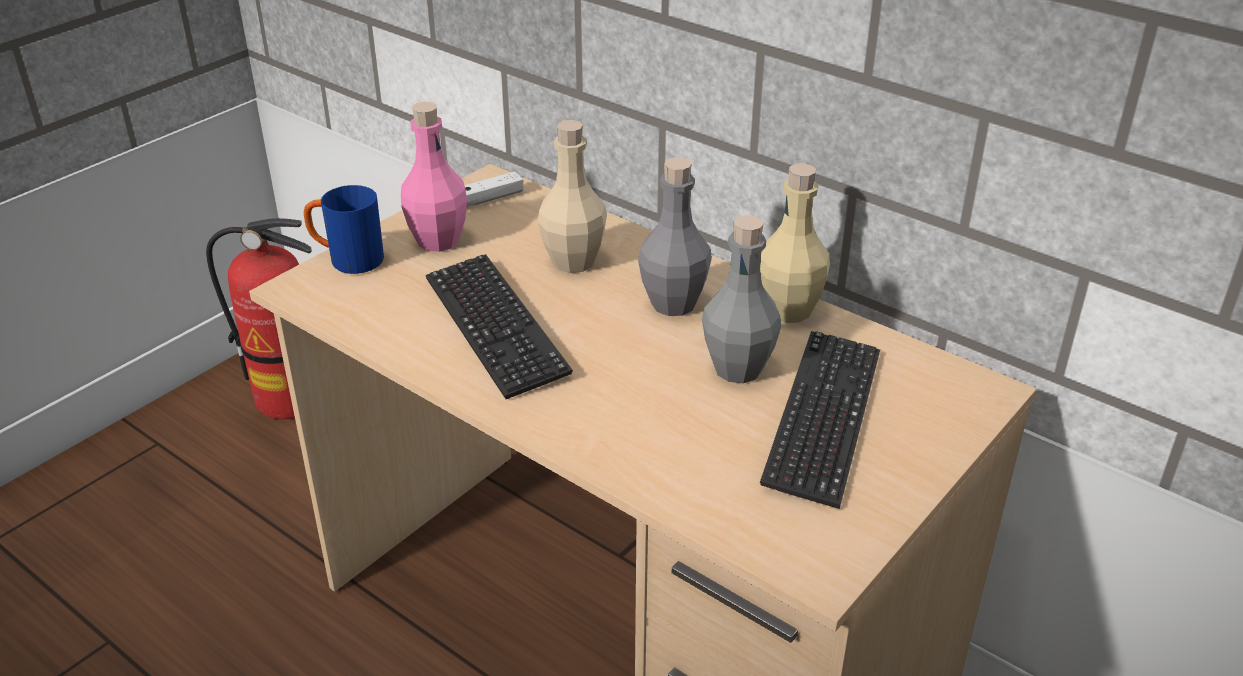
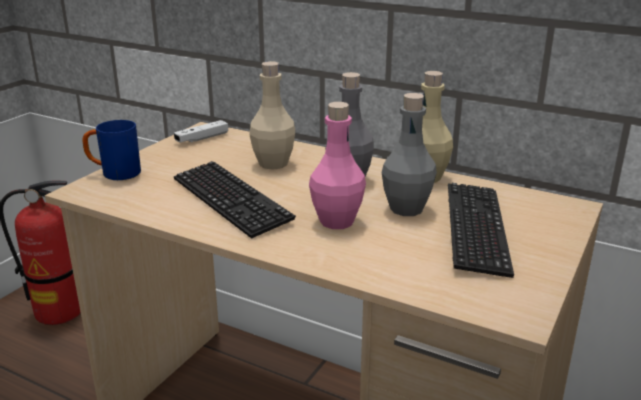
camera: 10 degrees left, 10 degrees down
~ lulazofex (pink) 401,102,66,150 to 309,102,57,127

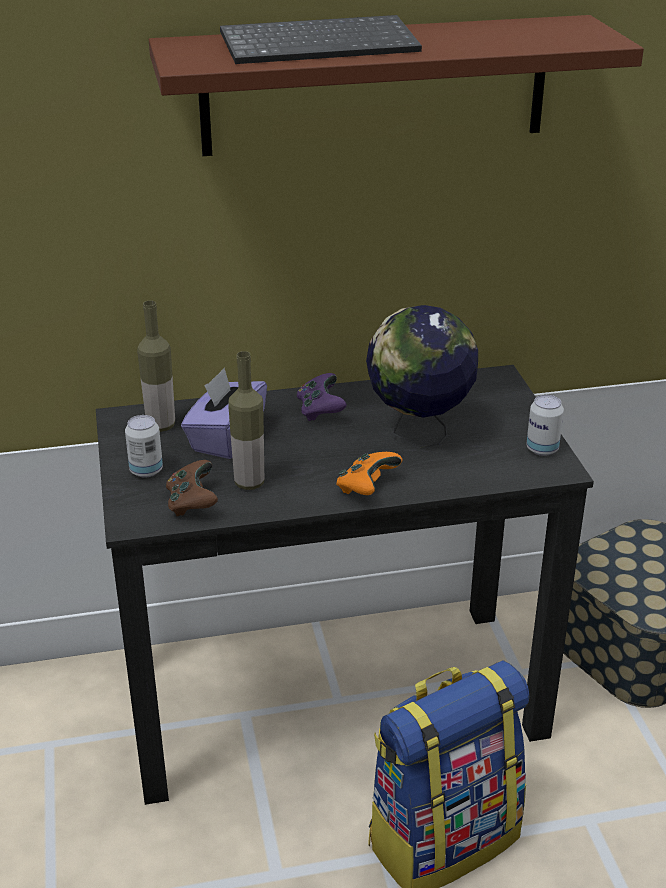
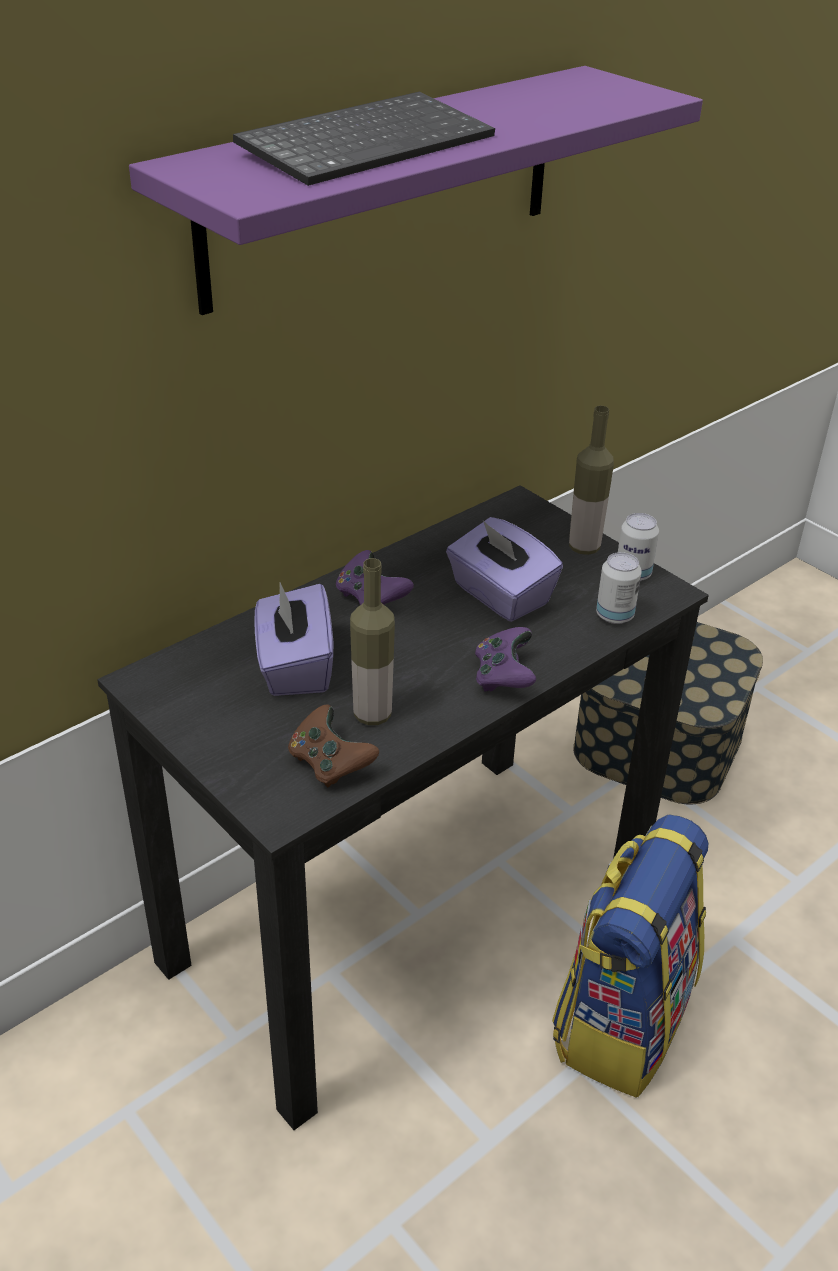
camera: 30 degrees left, 5 degrees up
~ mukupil 125,415,38,63 to 596,552,46,72
~ lulazofex 137,300,38,132 to 569,406,45,149
~ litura 366,305,112,144 to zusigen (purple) 446,517,117,105
~ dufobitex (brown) 149,15,495,141 to dufobitex (purple) 129,66,574,249
~ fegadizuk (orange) 336,452,67,43 to fegadizuk (purple) 475,627,61,65

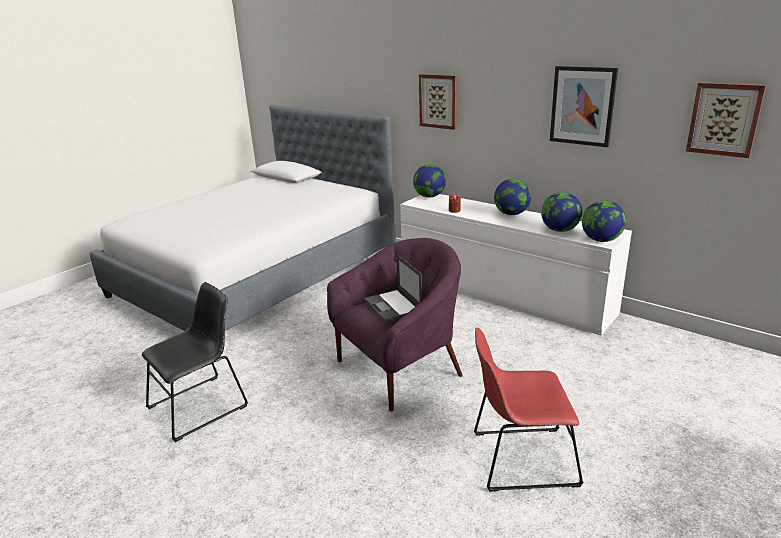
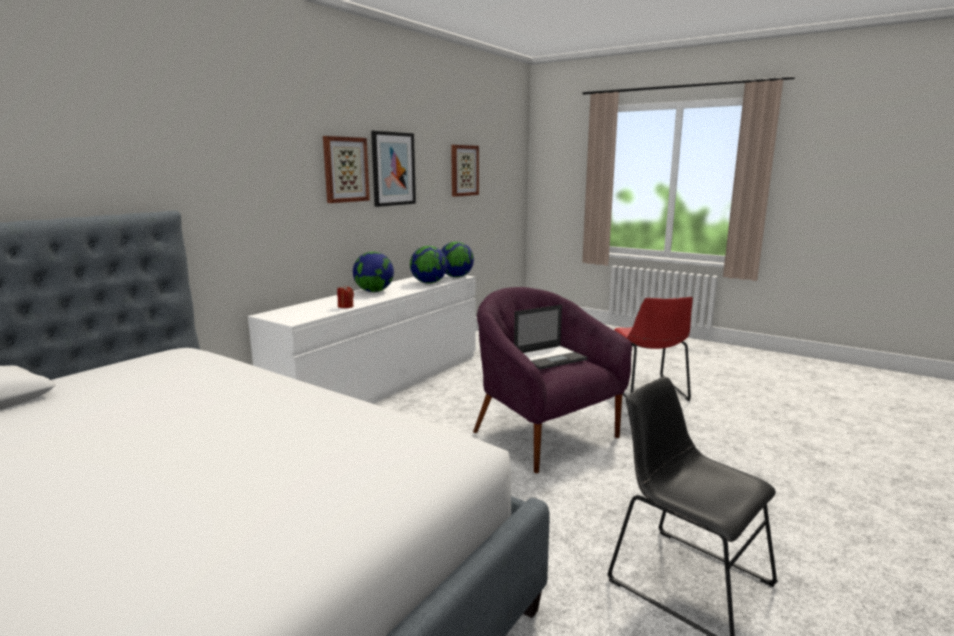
camera: 95 degrees left, 10 degrees down
- litura 413,164,33,33
~ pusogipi 419,74,39,56 to 323,136,47,67

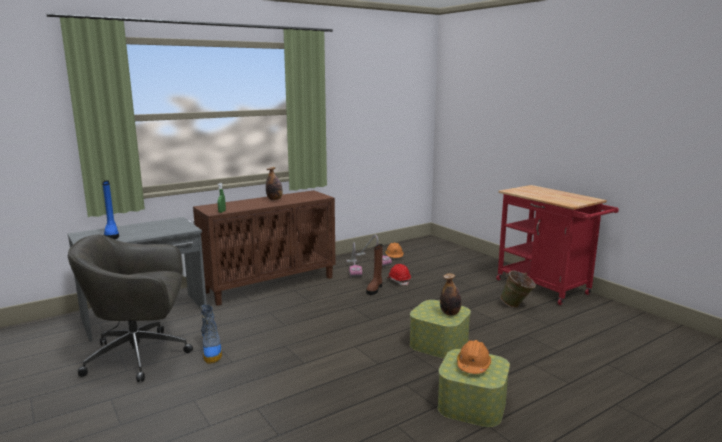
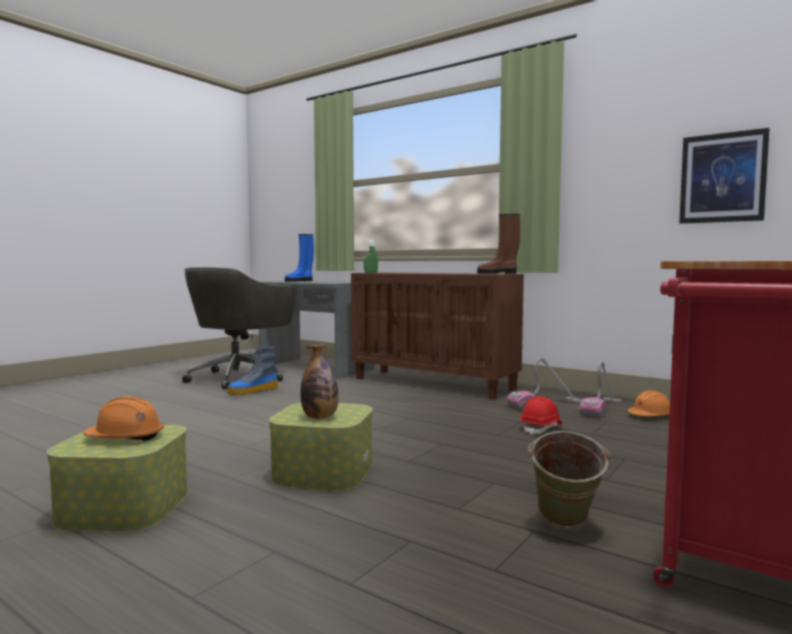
camera: 70 degrees right, 10 degrees down
- lulazofex 266,167,17,33
+ pusogipi 679,128,91,96
~ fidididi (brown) 366,244,16,51 to 477,214,43,60
~ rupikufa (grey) 68,234,125,148 = 182,267,113,122 120 degrees counterclockwise

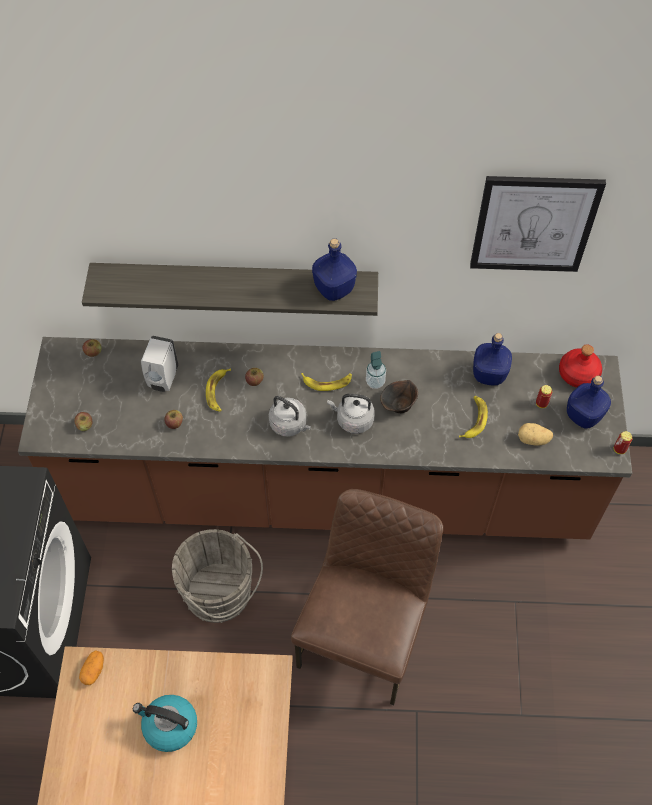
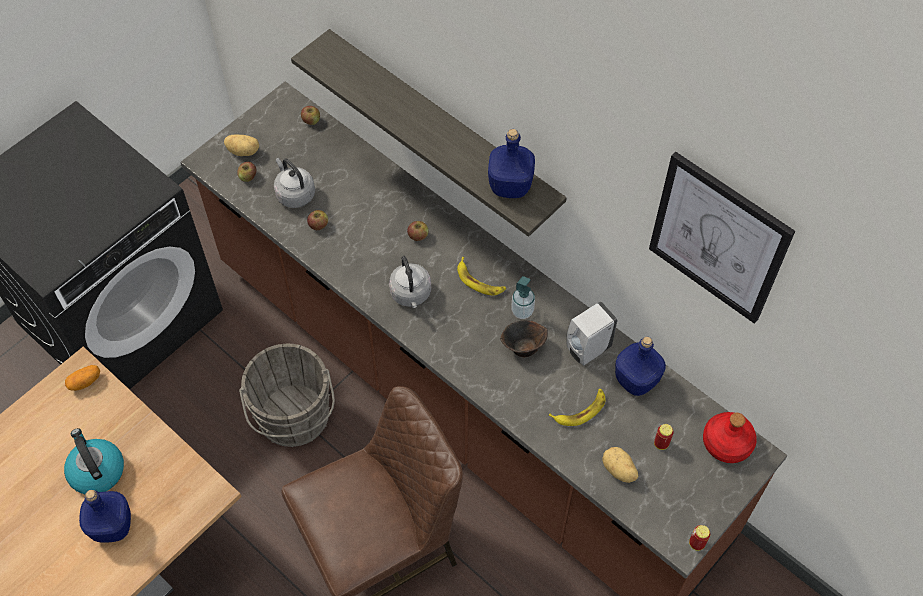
camera: 40 degrees right, 0 degrees up
- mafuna 206,368,25,44
+ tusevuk 224,135,35,21
~ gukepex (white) 141,336,37,56 to 566,302,51,64
~ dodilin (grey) 327,393,48,41 to 274,158,41,50
~ lulazofex (blue) 567,376,44,53 to 79,490,52,53

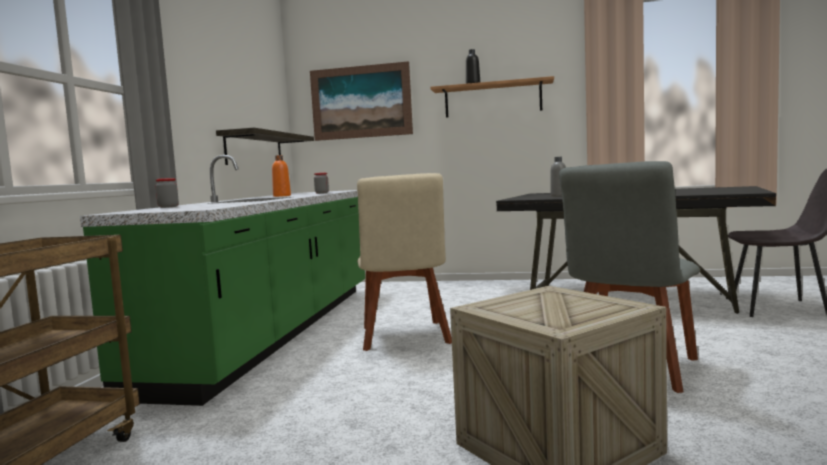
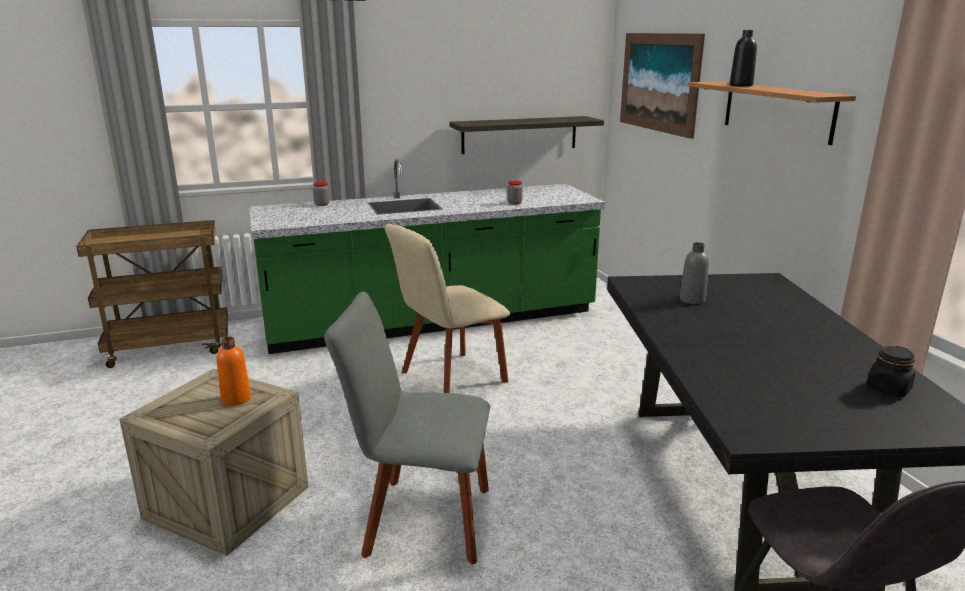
camera: 60 degrees right, 15 degrees up
+ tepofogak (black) 867,346,48,51
~ lulazofex (orange) 272,155,19,42 to 217,337,34,69

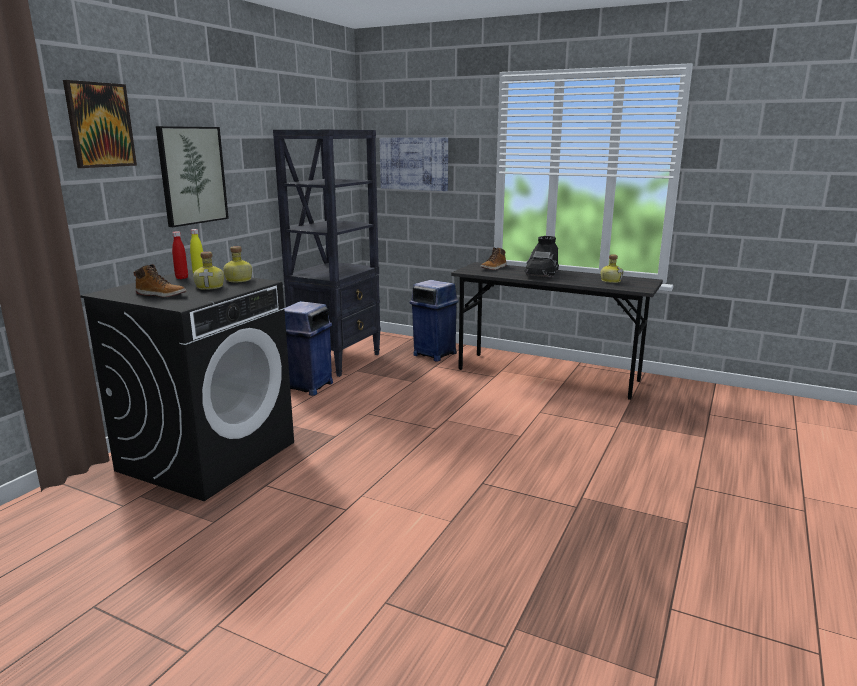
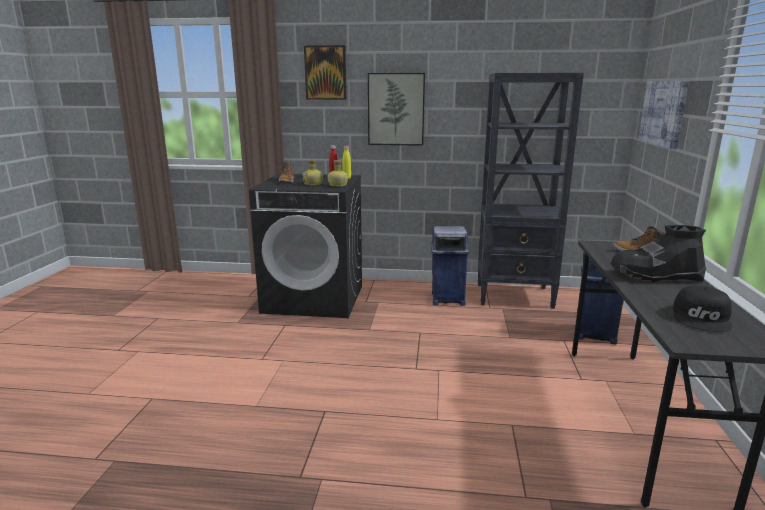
camera: 70 degrees right, 0 degrees up
~ lulazofex 601,254,23,29 to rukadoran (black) 673,286,59,46

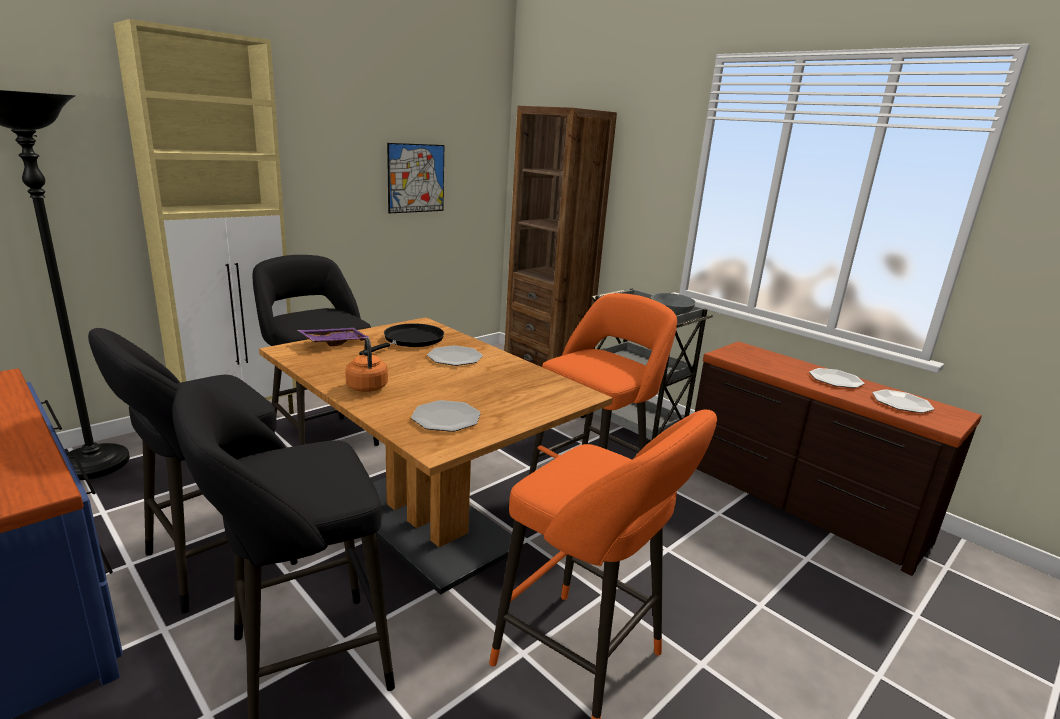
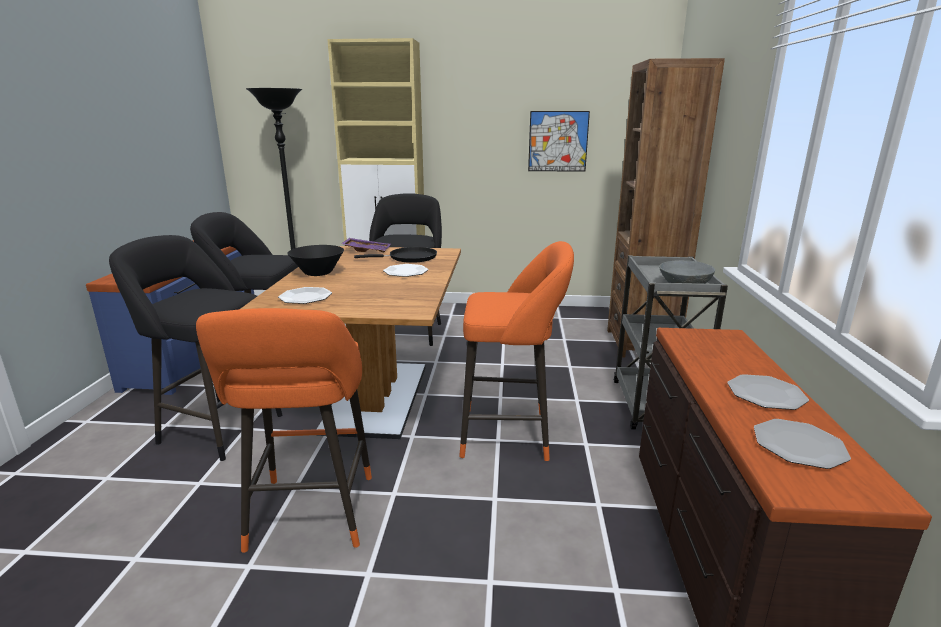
camera: 50 degrees right, 0 degrees up
~ dodilin (orange) 345,338,43,54 to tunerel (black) 287,245,57,31

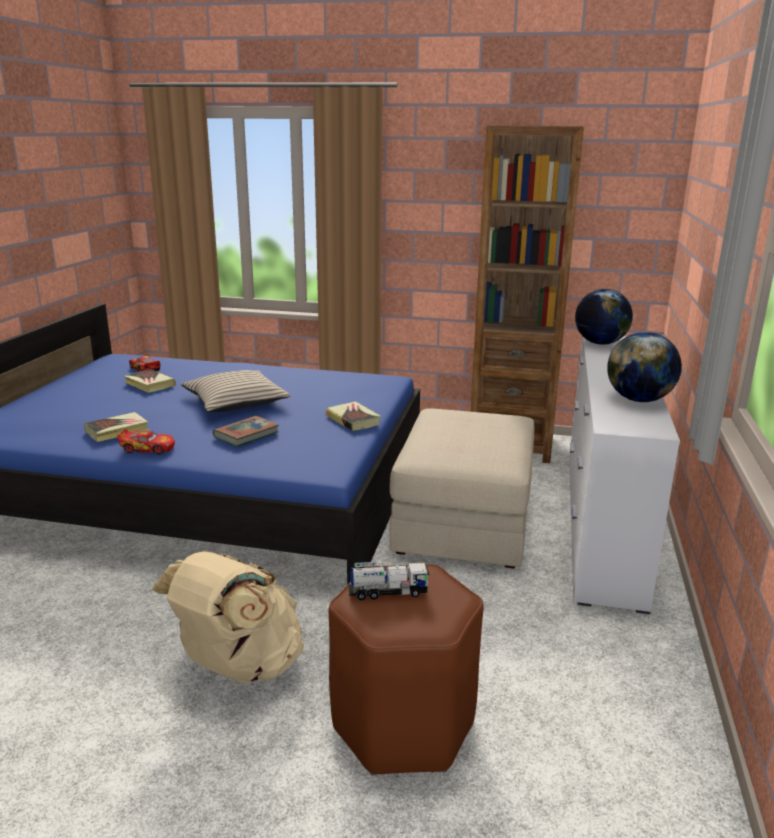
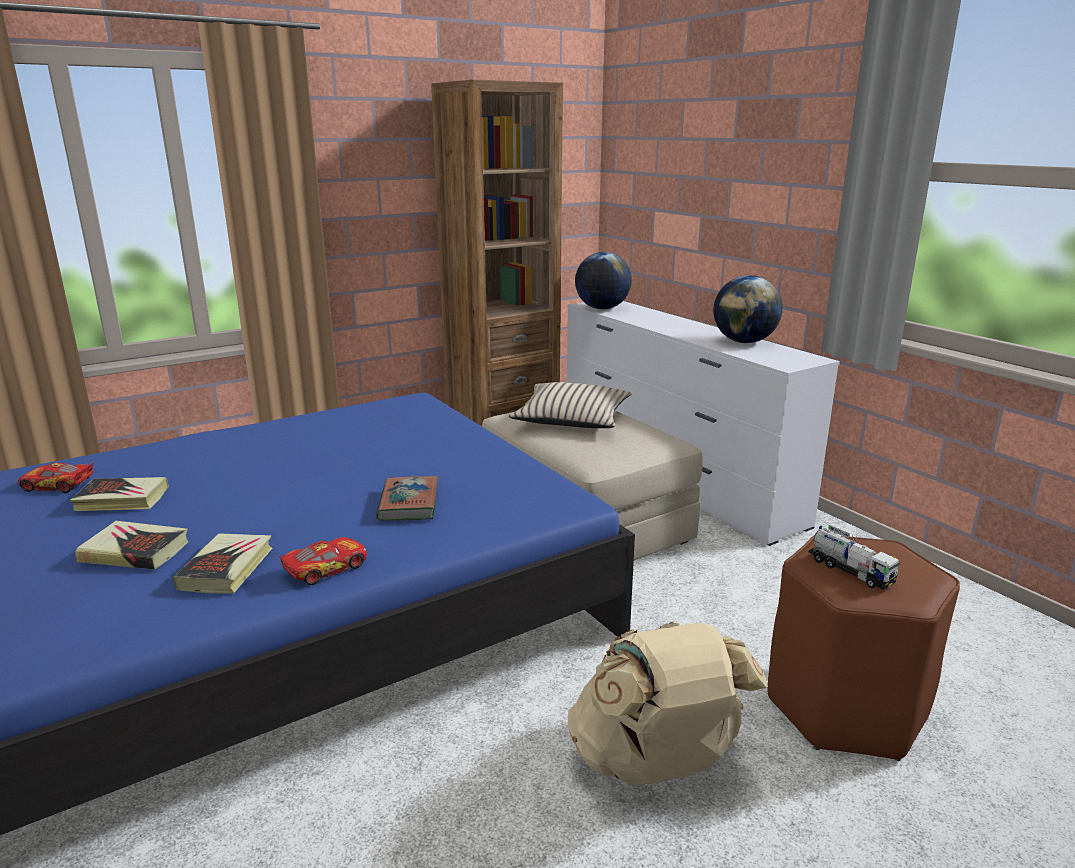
camera: 45 degrees left, 0 degrees up
~ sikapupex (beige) 181,370,110,42 to 509,382,123,46
~ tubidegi 326,401,55,30 to 75,521,113,49
~ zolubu 348,562,81,39 = 808,525,92,65 105 degrees clockwise

